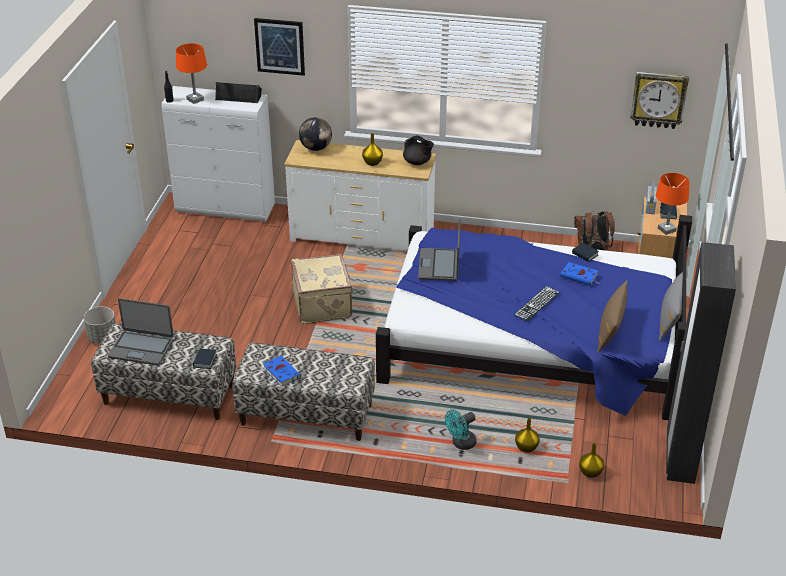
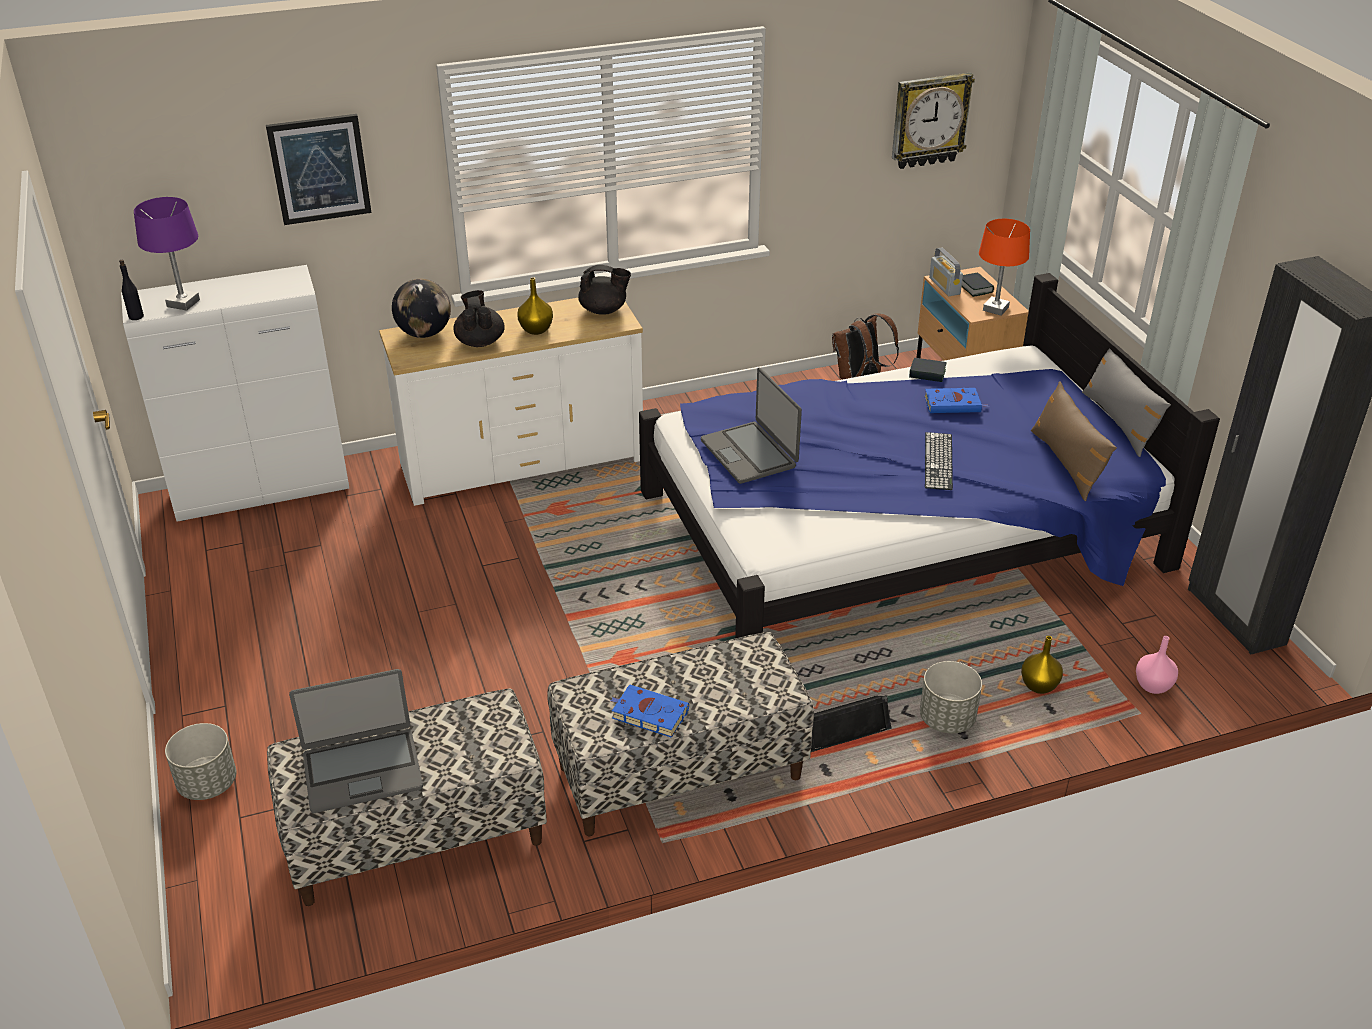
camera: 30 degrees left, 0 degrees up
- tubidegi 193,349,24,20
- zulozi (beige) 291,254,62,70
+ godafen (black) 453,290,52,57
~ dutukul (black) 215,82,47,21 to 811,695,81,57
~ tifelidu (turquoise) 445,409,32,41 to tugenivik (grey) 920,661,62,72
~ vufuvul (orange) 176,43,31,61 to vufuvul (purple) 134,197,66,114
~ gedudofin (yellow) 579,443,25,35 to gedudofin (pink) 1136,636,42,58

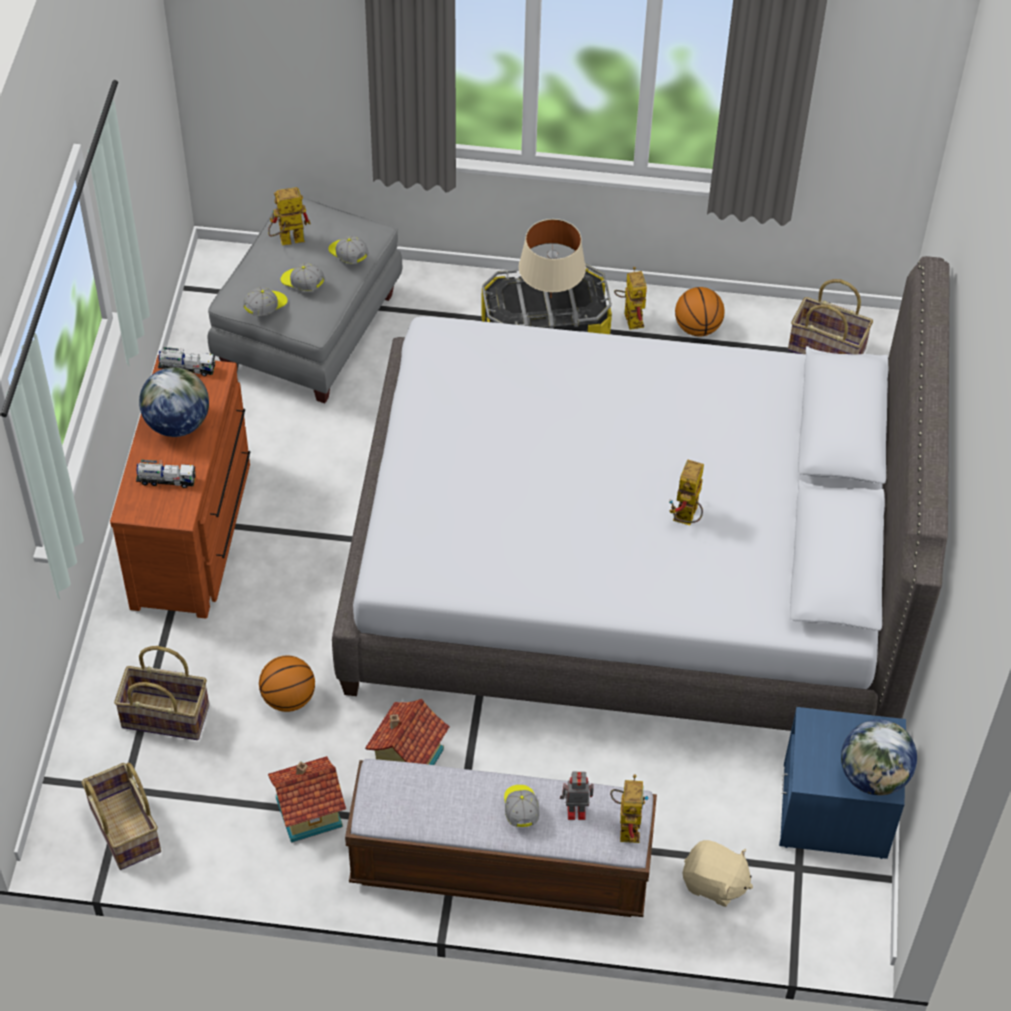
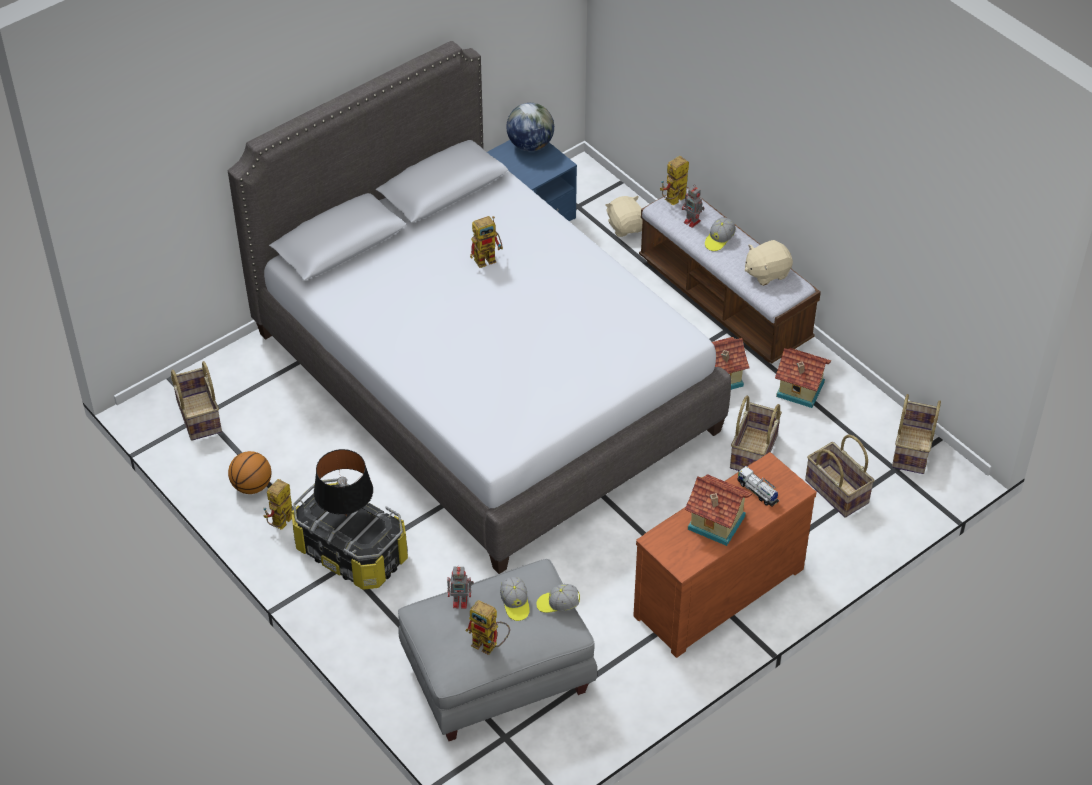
camera: 135 degrees left, 5 degrees down
- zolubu 158,347,57,29
+ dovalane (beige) 745,240,48,46
~ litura 139,367,70,70 to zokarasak 685,474,67,72
~ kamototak 259,655,56,57 to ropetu 730,396,52,75
~ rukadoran 328,235,41,29 to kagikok 447,566,27,42
~ vufuvul (beige) 519,219,67,79 to vufuvul (black) 314,449,59,67

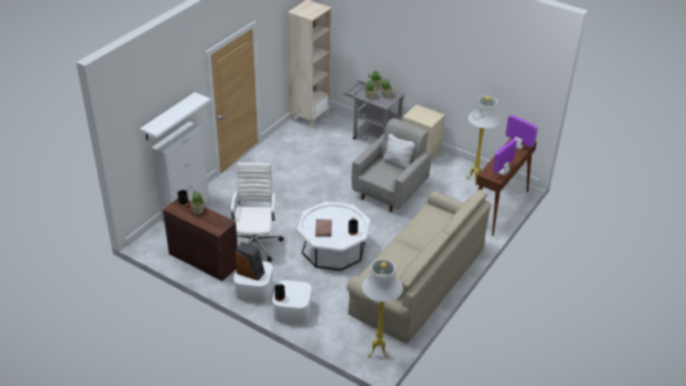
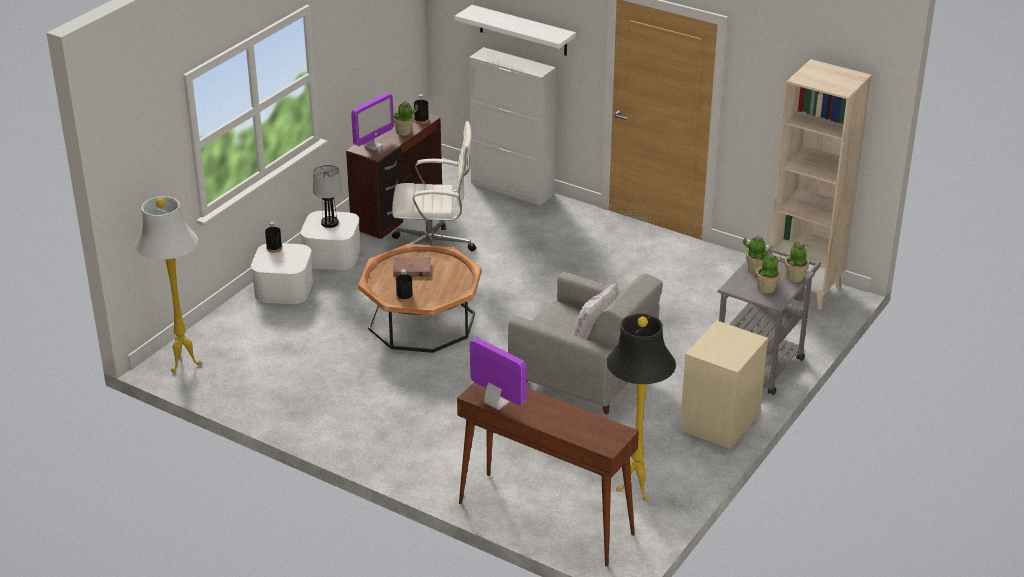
camera: 90 degrees right, 5 degrees down
- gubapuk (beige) 346,189,145,155
~ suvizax 505,115,33,35 to 351,93,43,58
~ dutukul 235,242,30,39 to vufuvul 313,165,30,63
~ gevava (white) 297,201,73,70 to gevava (brown) 358,244,124,109
~ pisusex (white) 466,96,35,90 to pisusex (black) 607,313,69,188

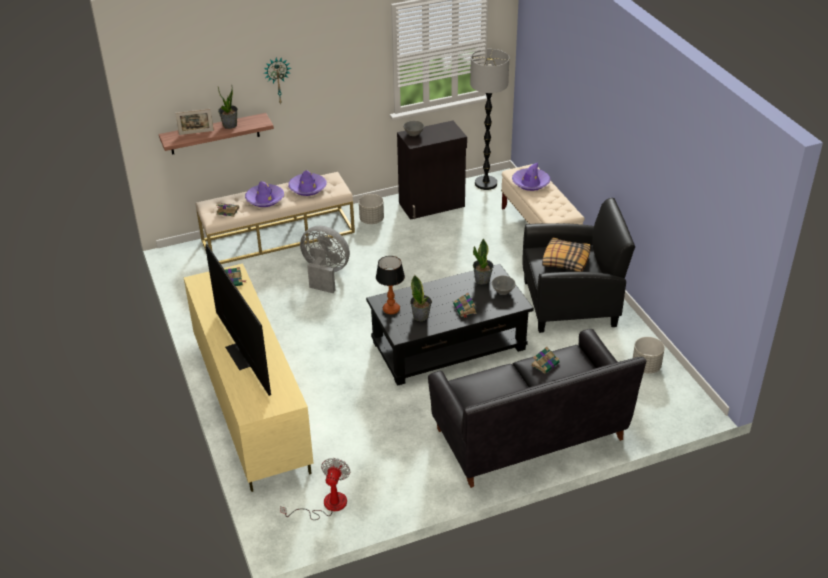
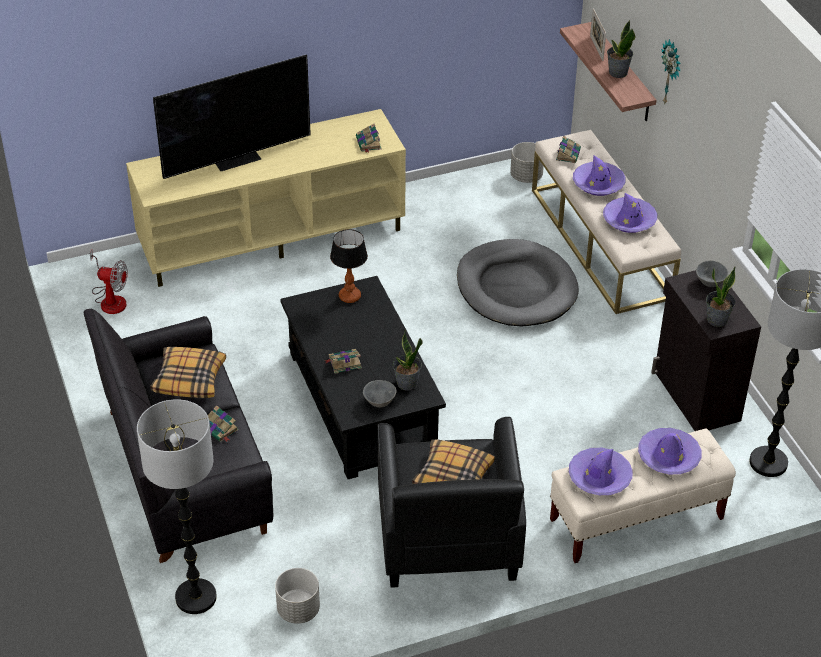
camera: 90 degrees right, 5 degrees up
+ pisusex 137,399,80,215
+ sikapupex 150,347,76,51
+ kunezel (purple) 569,448,64,47
~ tugenivik (grey) 359,194,25,30 to 510,142,34,41
~ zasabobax 410,275,22,46 to 706,267,30,60
~ tifelidu (grey) 300,226,50,67 to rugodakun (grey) 457,239,122,88

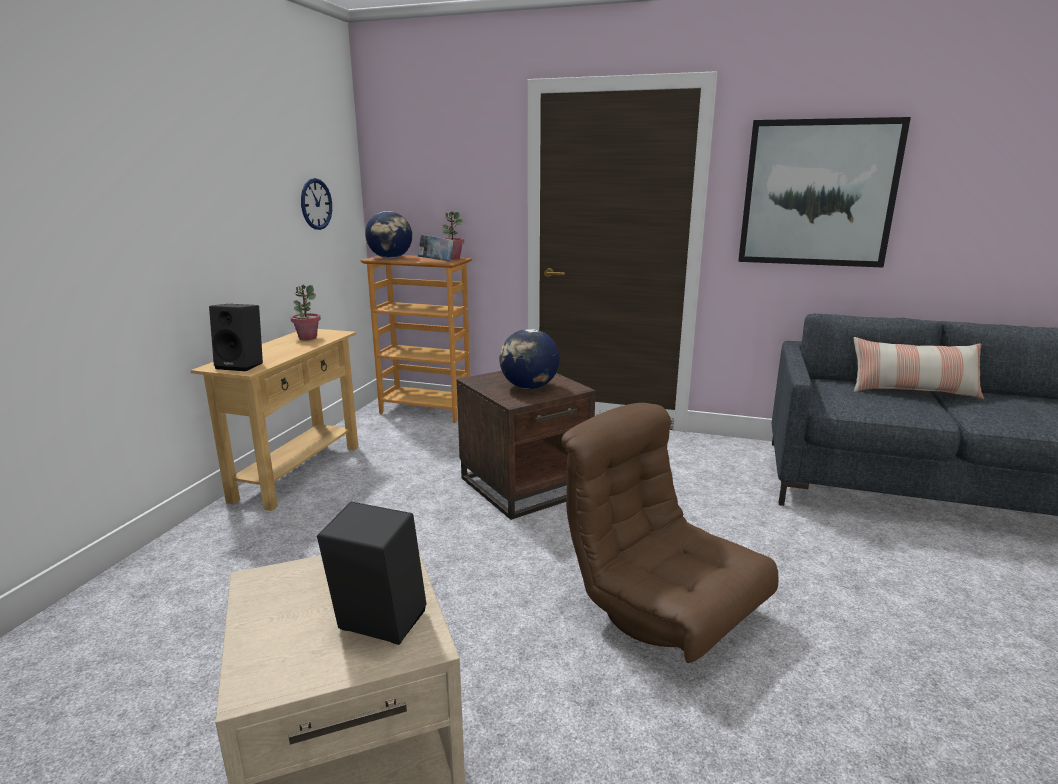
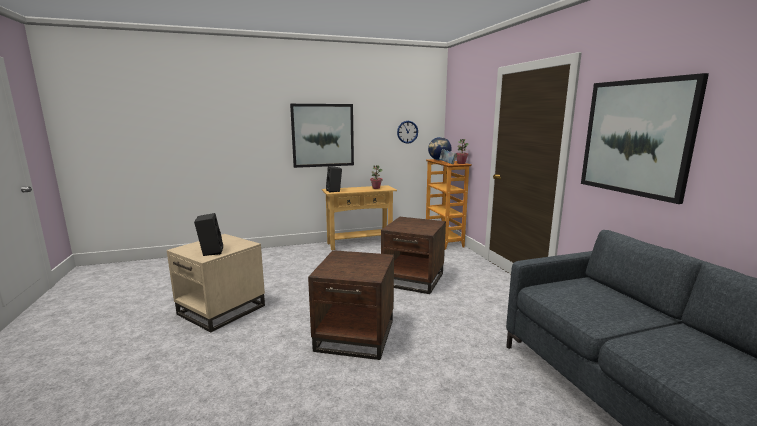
camera: 55 degrees right, 5 degrees down
- litura 499,329,61,60
- sikapupex 854,337,130,62
+ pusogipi 290,104,64,64
~ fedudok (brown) 562,403,216,260 to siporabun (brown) 308,250,86,110

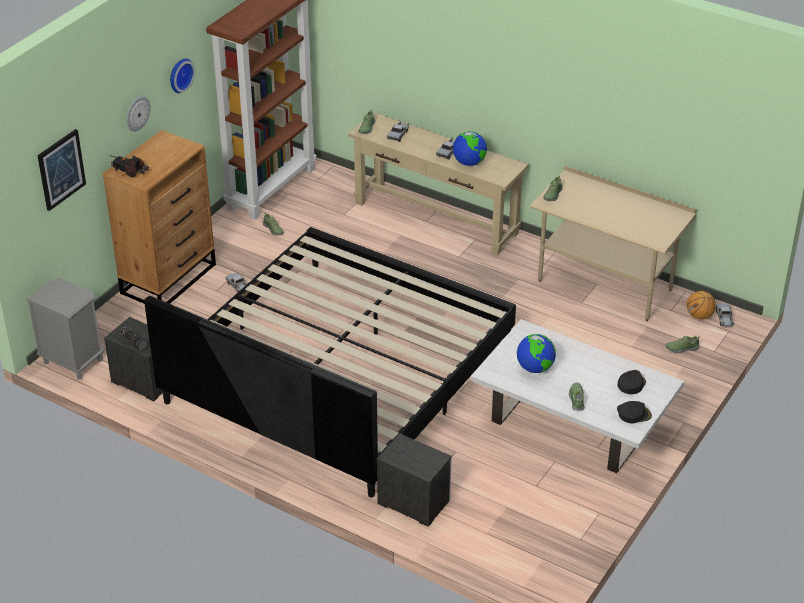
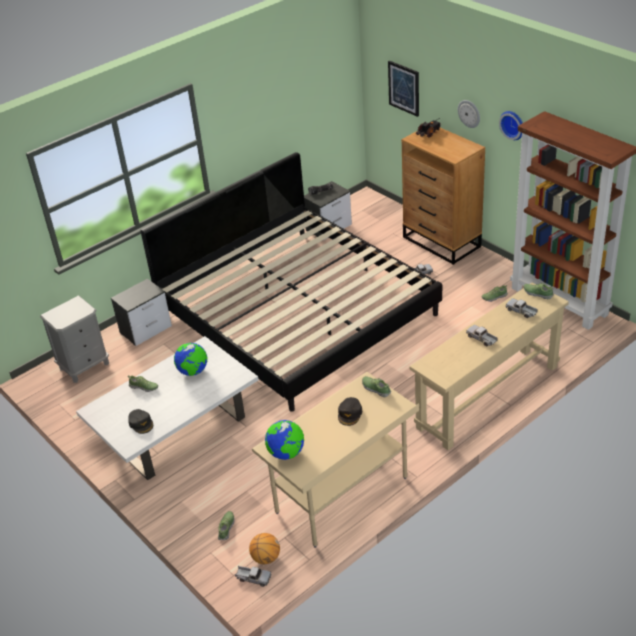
camera: 110 degrees right, 0 degrees up
~ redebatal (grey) 27,278,77,102 to 40,296,69,87
~ litura 453,131,34,35 to 265,420,39,40
~ rukadoran (black) 617,401,35,23 to 338,397,24,29

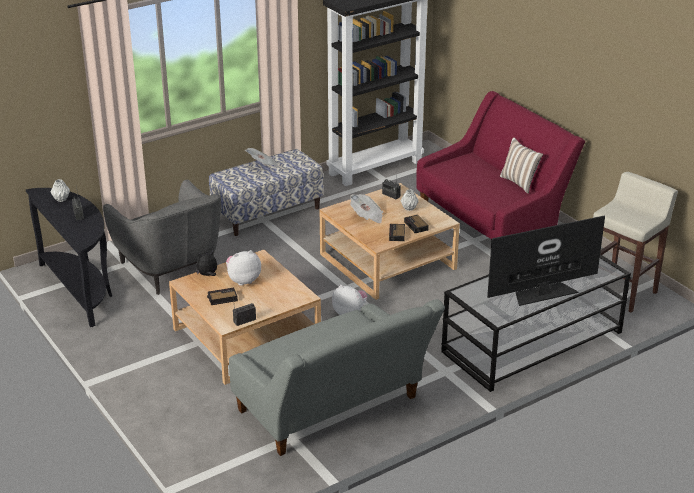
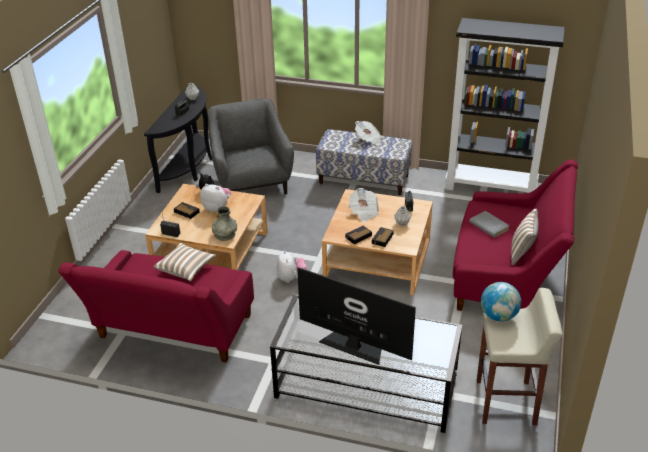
camera: 50 degrees right, 5 degrees up
+ sikapupex 153,243,63,39
+ gedudofin (grey) 212,206,25,35
+ tubidegi (grey) 469,211,41,27
+ litura 481,282,40,40
~ gubapuk (grey) 229,299,216,157 to gubapuk (red) 58,250,196,112
~ fedudok (grey) 103,179,118,116 = 208,99,86,96 150 degrees clockwise

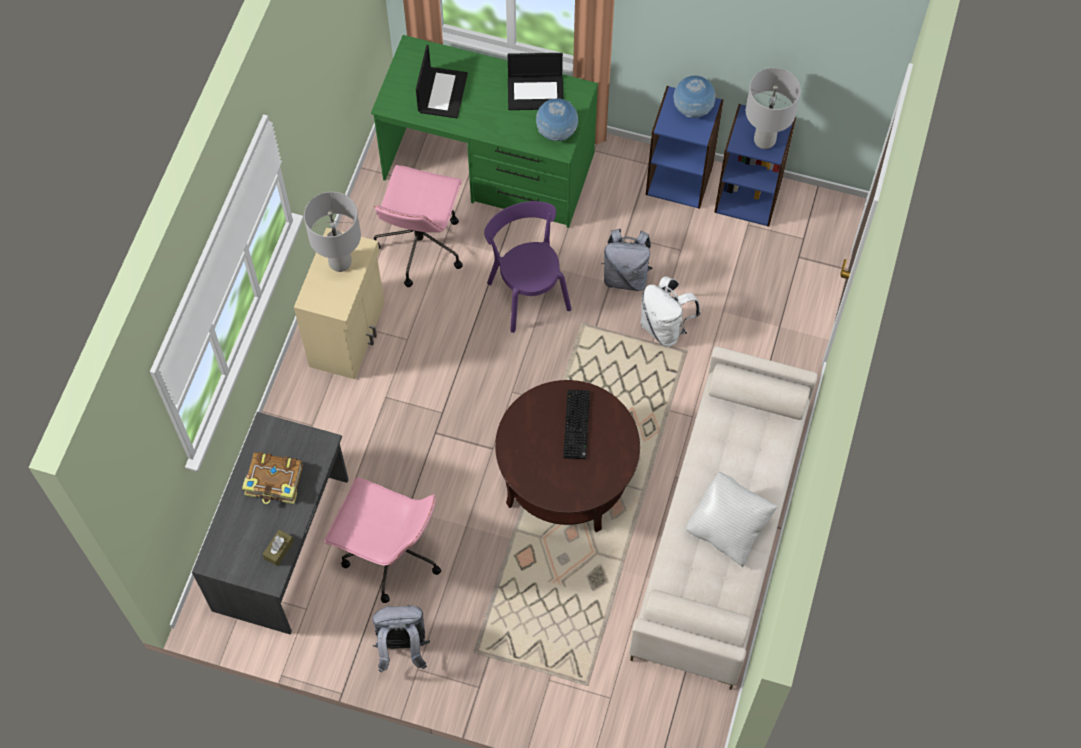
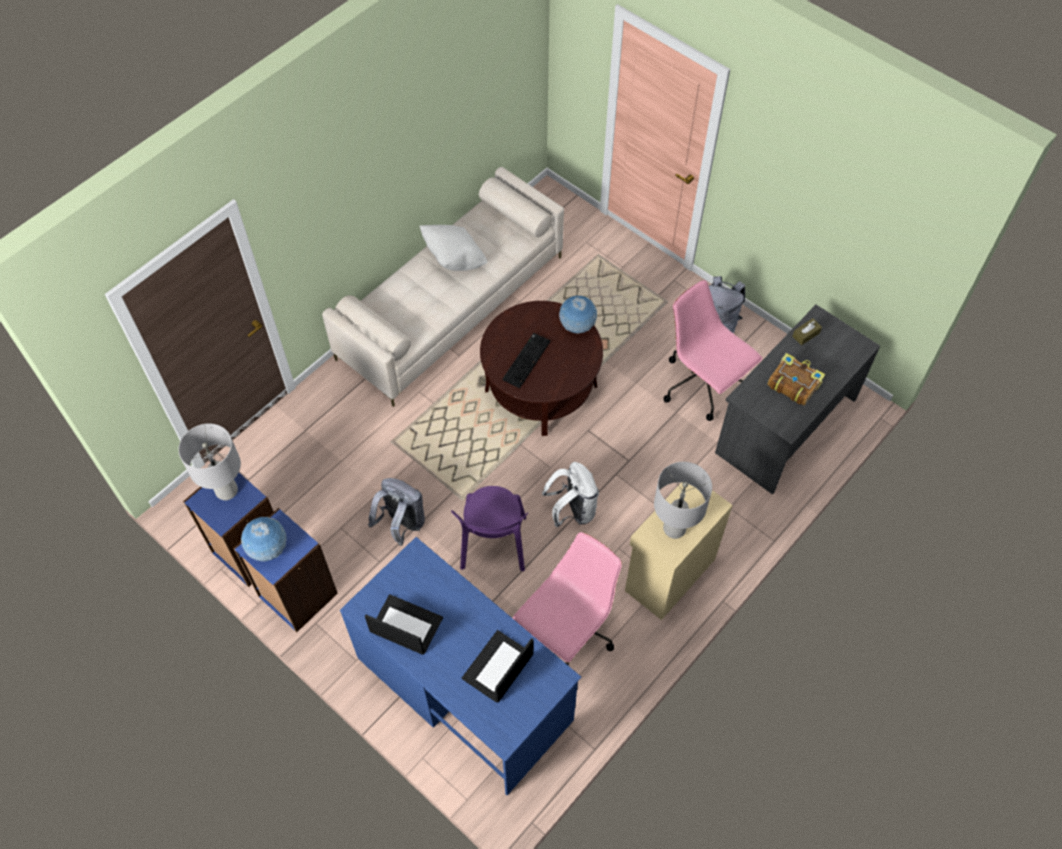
camera: 155 degrees left, 5 degrees down
~ litura 536,98,42,43 to 559,296,38,38
~ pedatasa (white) 640,276,61,71 to 542,462,57,65
~ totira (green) 371,35,227,193 to totira (blue) 340,537,241,258

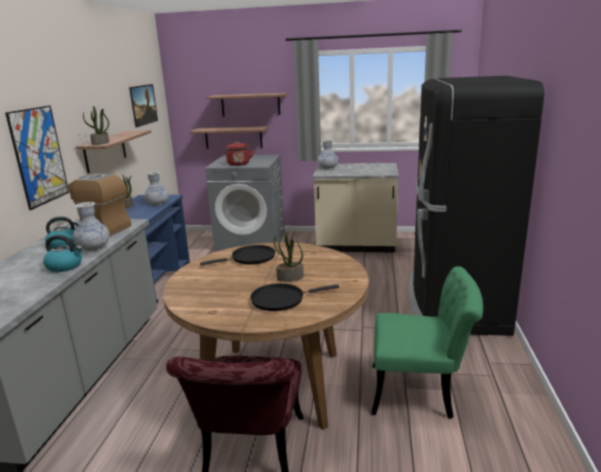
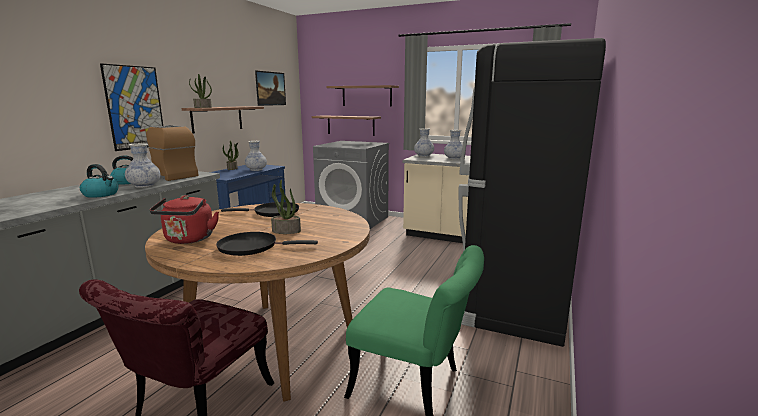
camera: 15 degrees right, 5 degrees down
+ gedudofin 444,130,19,30
~ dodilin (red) 226,142,28,24 to 150,195,69,49

